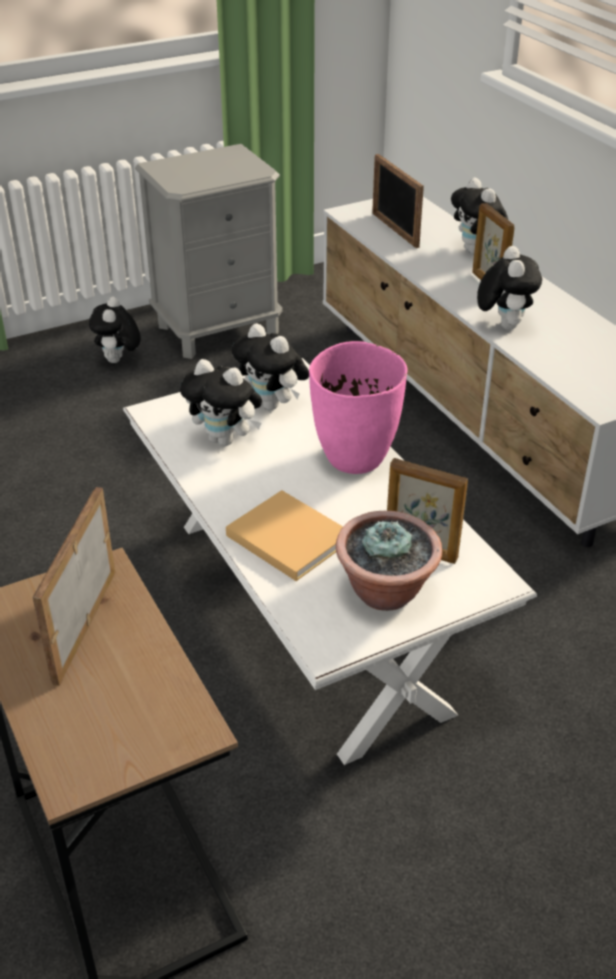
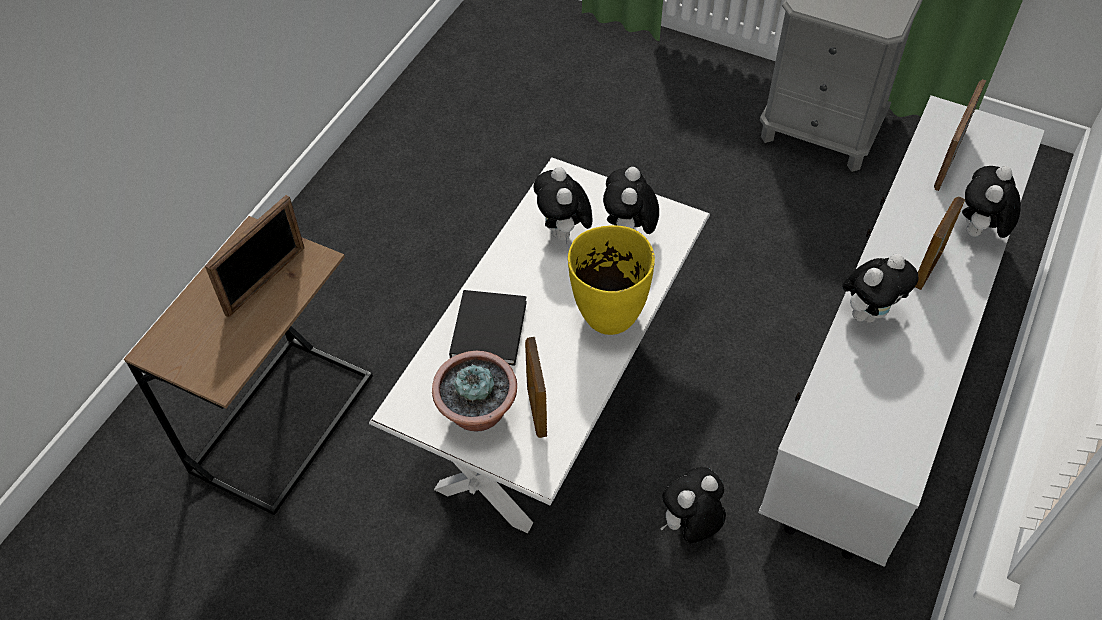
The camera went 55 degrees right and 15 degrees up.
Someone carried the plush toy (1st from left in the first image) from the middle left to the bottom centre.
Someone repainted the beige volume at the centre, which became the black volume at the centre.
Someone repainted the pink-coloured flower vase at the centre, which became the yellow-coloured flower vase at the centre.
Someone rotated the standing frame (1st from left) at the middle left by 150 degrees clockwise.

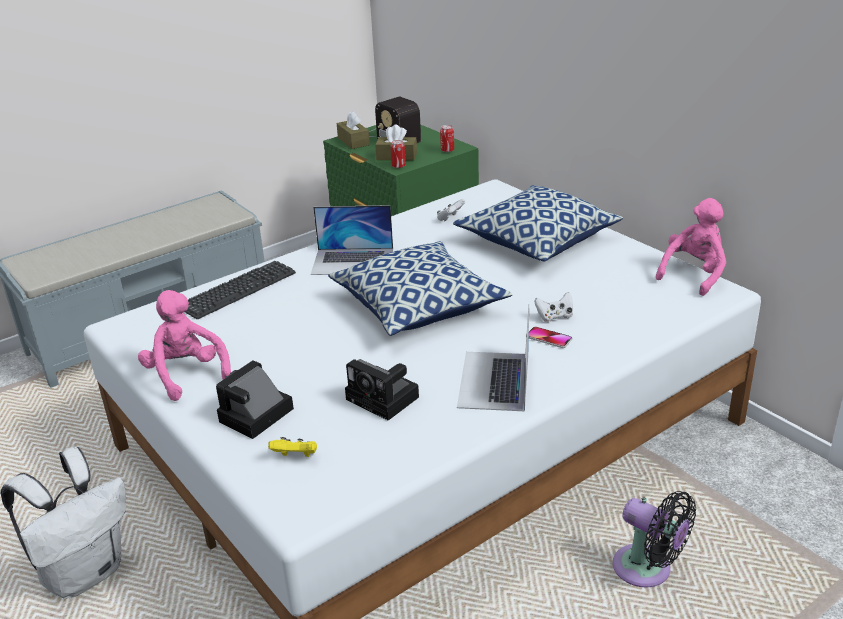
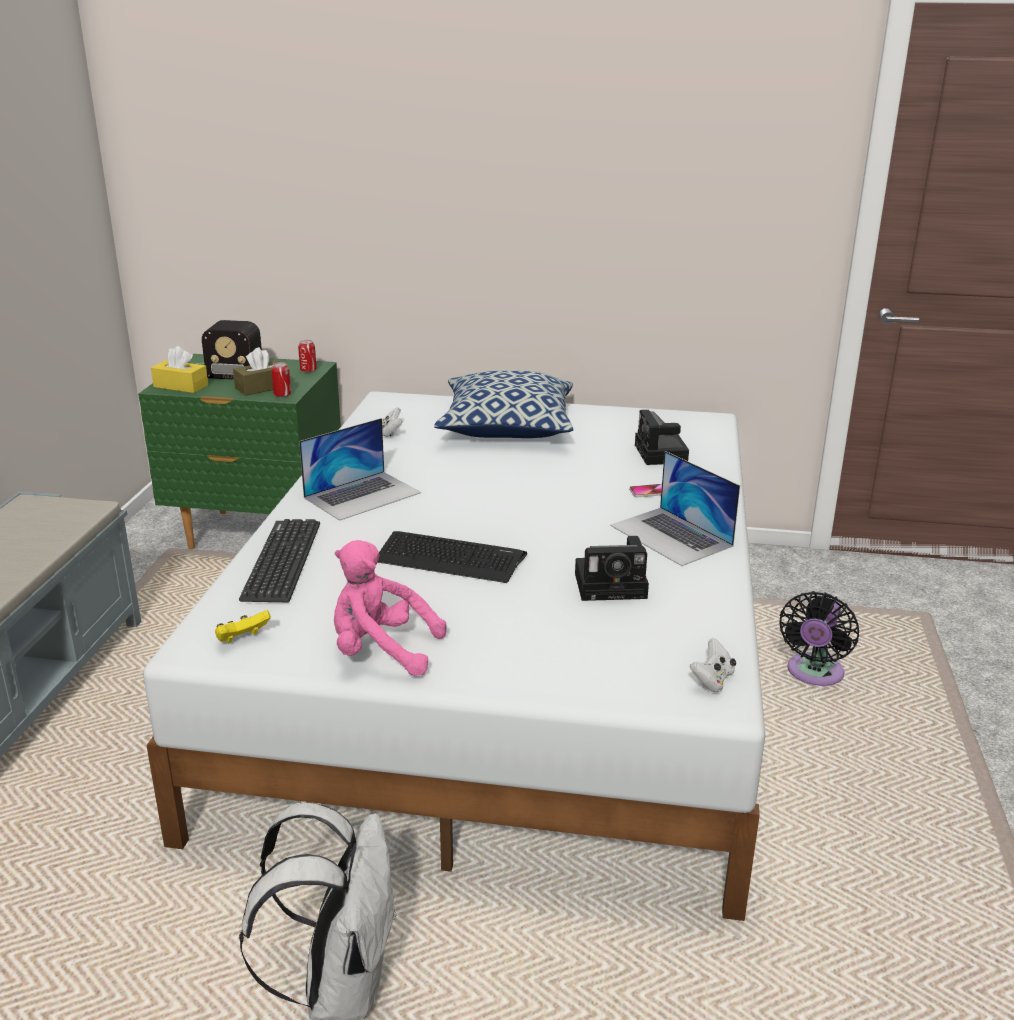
The camera went 45 degrees left and 5 degrees down.
Someone took away the pillow (1st from left) at the centre.
Someone took away the pink-coloured plush toy (2nd from left) at the middle right.
Someone put down the PC keyboard (2nd from left) at the centre.
Someone carried the still camera (1st from left in the first image) from the middle left to the centre.
Someone carried the yellow-coloured game controller from the bottom centre to the middle left.
Someone carried the whitish game controller (2nd from left) from the centre to the middle right.
Someone repainted the brown tissue holder (1st from left) at the top centre, which became the yellow-coloured tissue holder at the middle left.
Someone rotated the black cooling fan at the bottom right by 120 degrees clockwise.

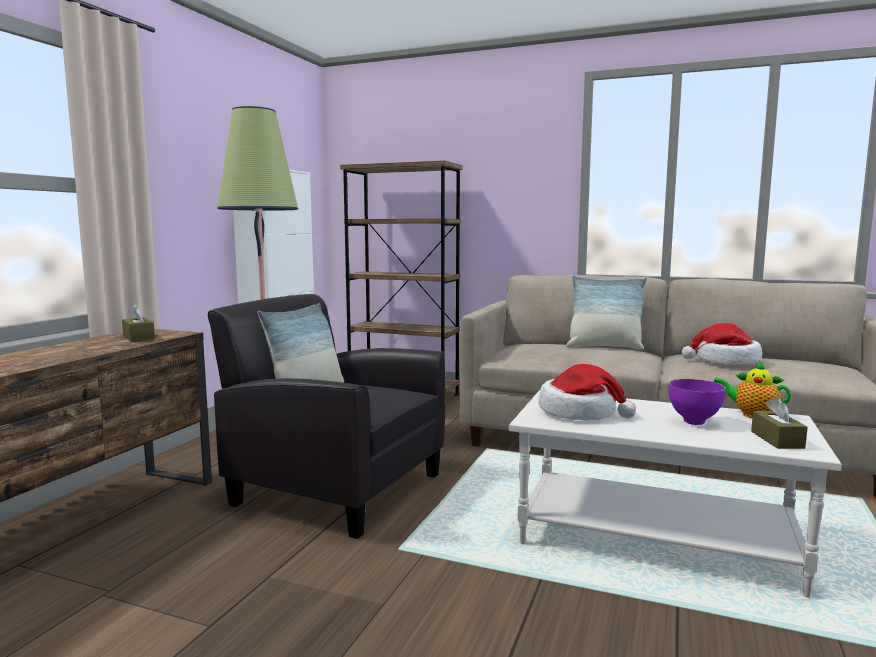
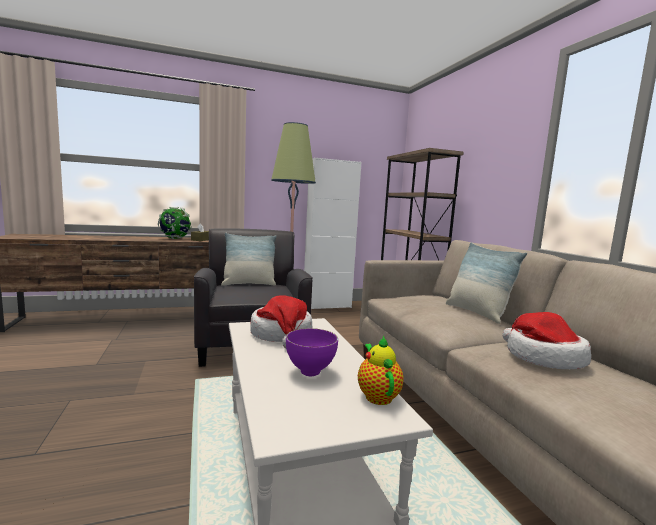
The camera went 50 degrees right and 0 degrees up.
Someone took away the brown tissue holder (2nd from left) at the middle right.
Someone put down the globe at the middle left.

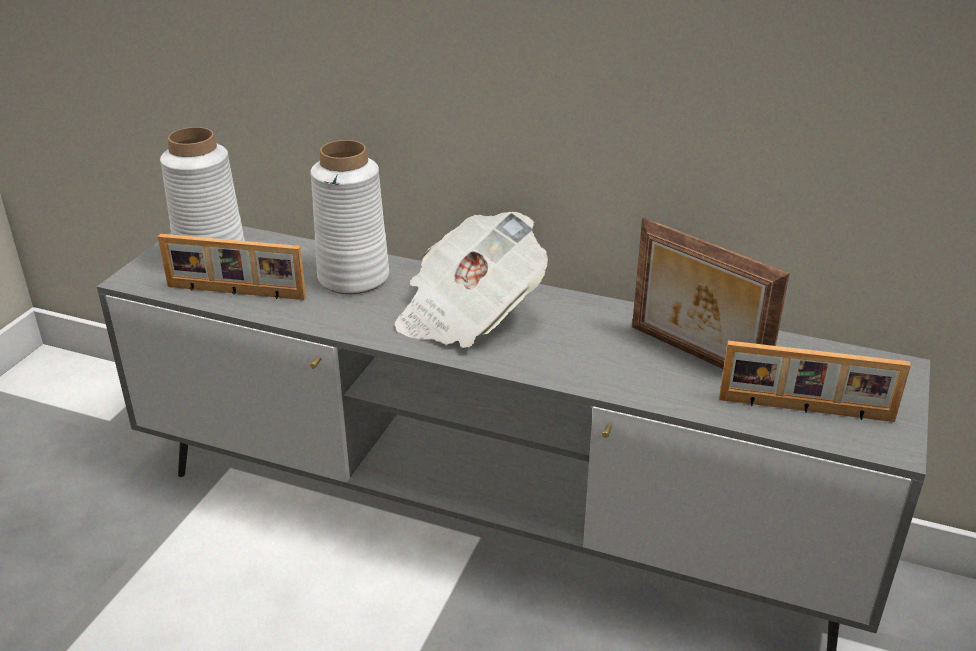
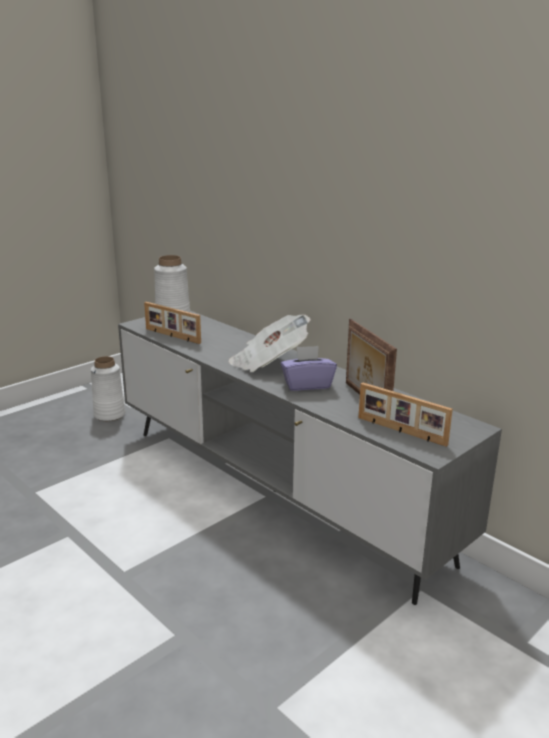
The camera went 25 degrees right and 10 degrees down.
Someone put down the purple-coloured tissue holder at the centre.
Someone carried the whitish flower vase (2nd from left in the first image) from the centre to the middle left.

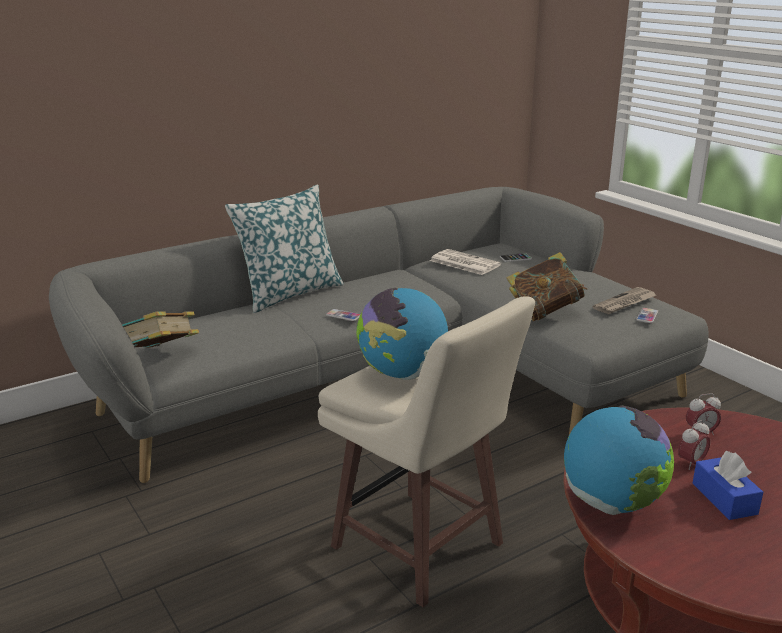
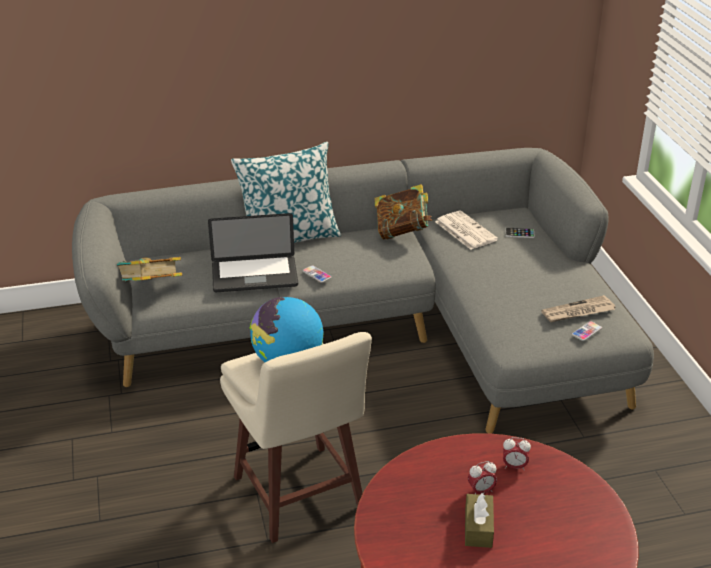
The camera went 20 degrees right and 10 degrees up.
Someone took away the globe (2nd from left) at the bottom right.
Someone put down the portable computer at the centre.
Someone carried the volume (2nd from left) from the middle right to the centre.
Someone repainted the blue tissue holder at the bottom right, which became the brown tissue holder at the bottom right.

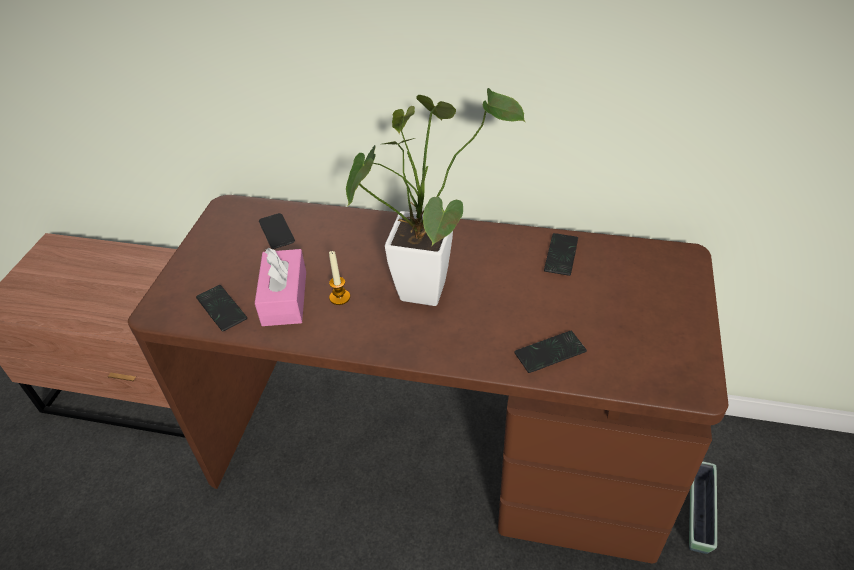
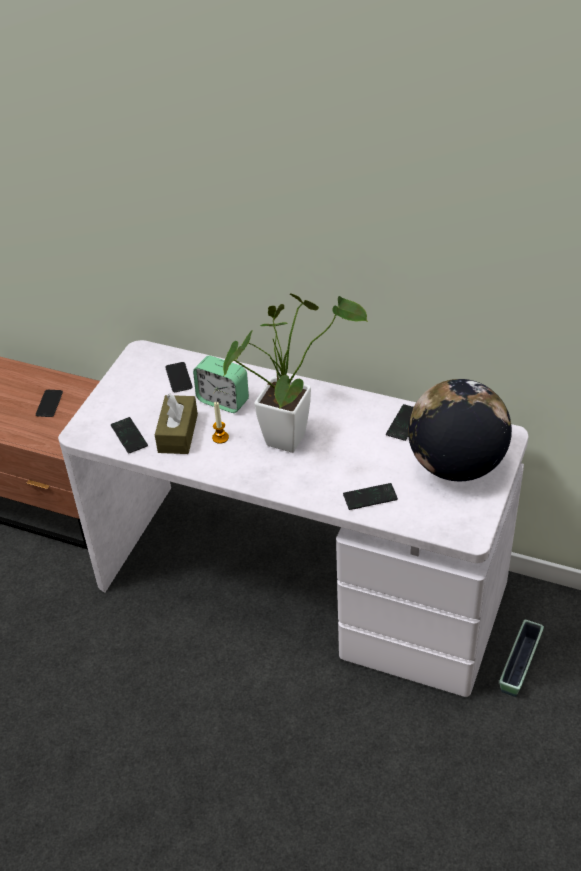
The camera went 10 degrees right and 0 degrees up.
Someone put down the handset (1st from left) at the middle left.
Someone put down the alarm clock at the centre.
Someone put down the globe at the middle right.
Someone repainted the brown desk table at the centre, which became the whitish desk table at the centre.
Someone repainted the pink-coloured tissue holder at the middle left, which became the brown tissue holder at the middle left.

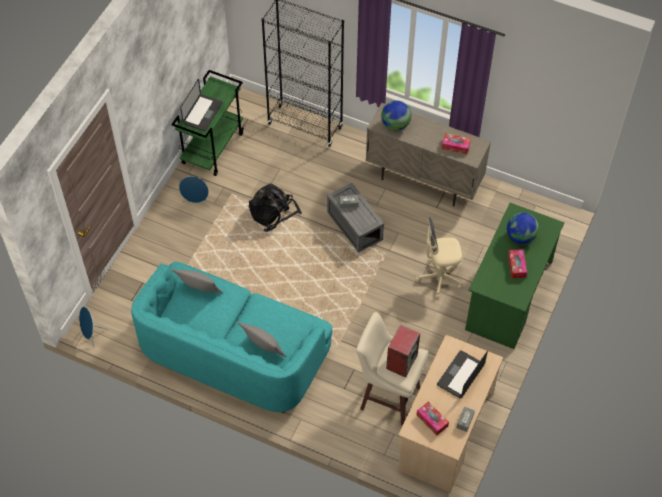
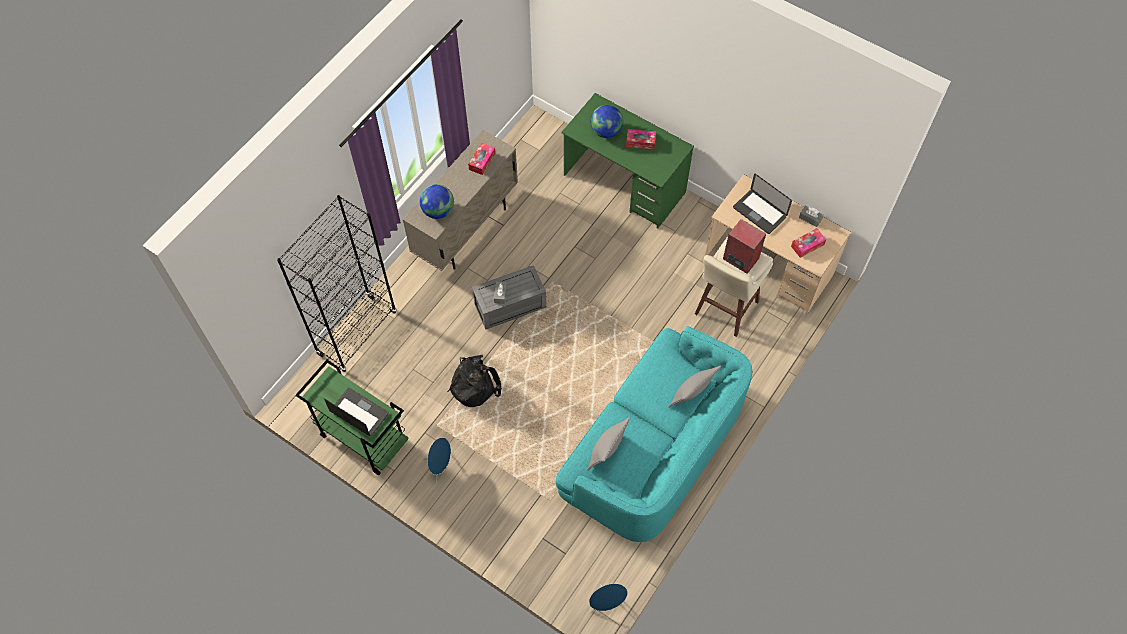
The camera went 80 degrees left and 5 degrees up.
Someone took away the beige office chair at the centre.

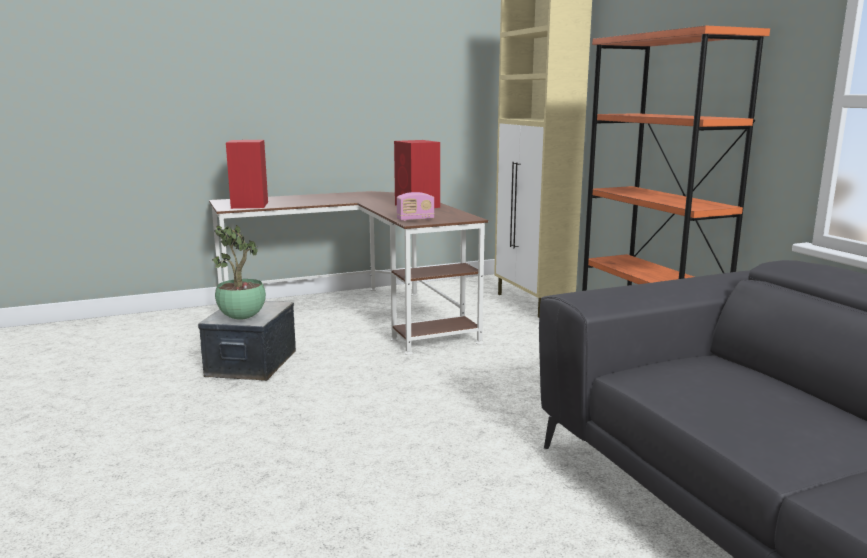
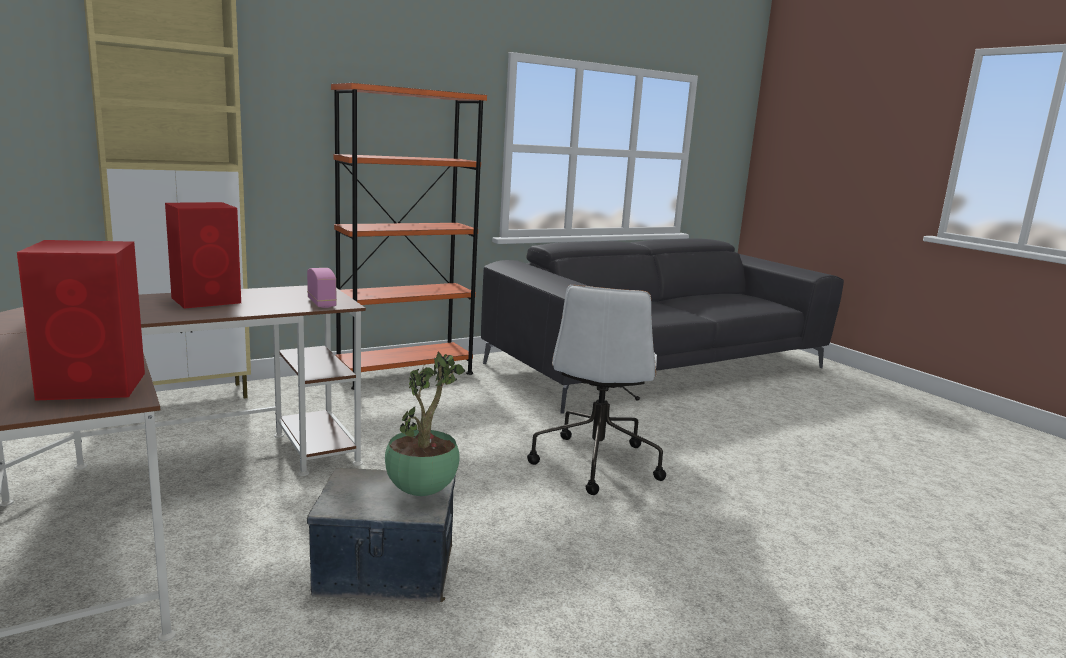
The camera went 100 degrees left and 0 degrees up.
Someone put down the whitish office chair at the centre.

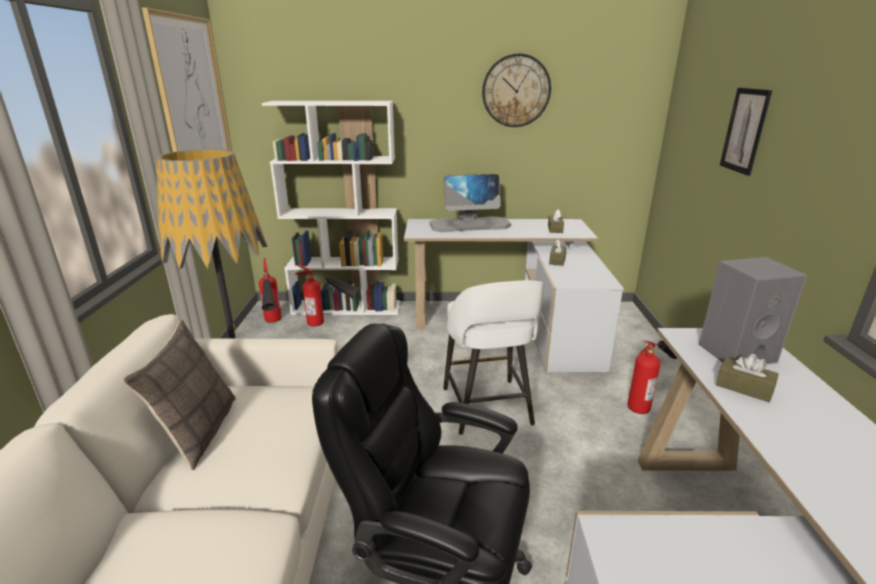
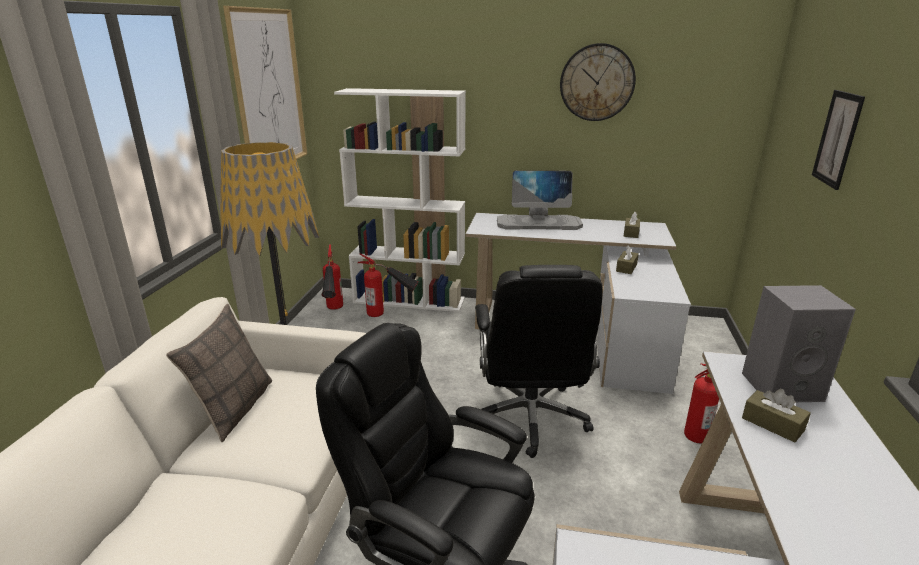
The camera went 10 degrees right and 0 degrees up.
Someone swapped the whitish stool at the centre for the black office chair (2nd from left) at the centre.

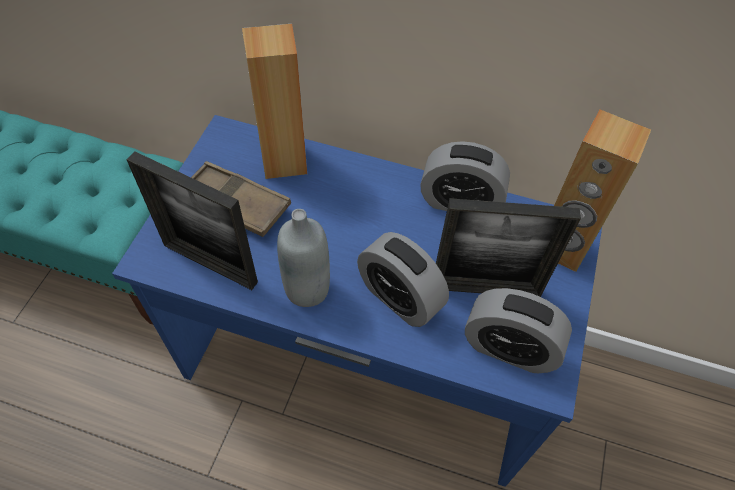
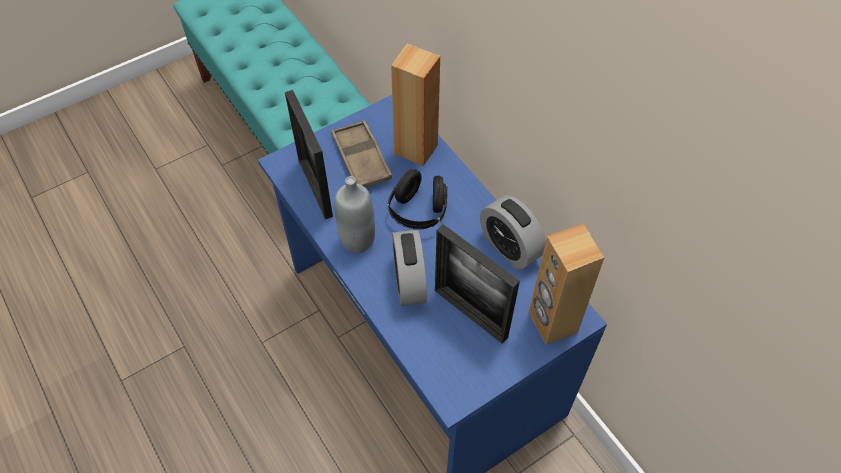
The camera went 40 degrees right and 0 degrees up.
Someone took away the alarm clock (3rd from left) at the bottom right.
Someone put down the black pair of headphones at the centre.

